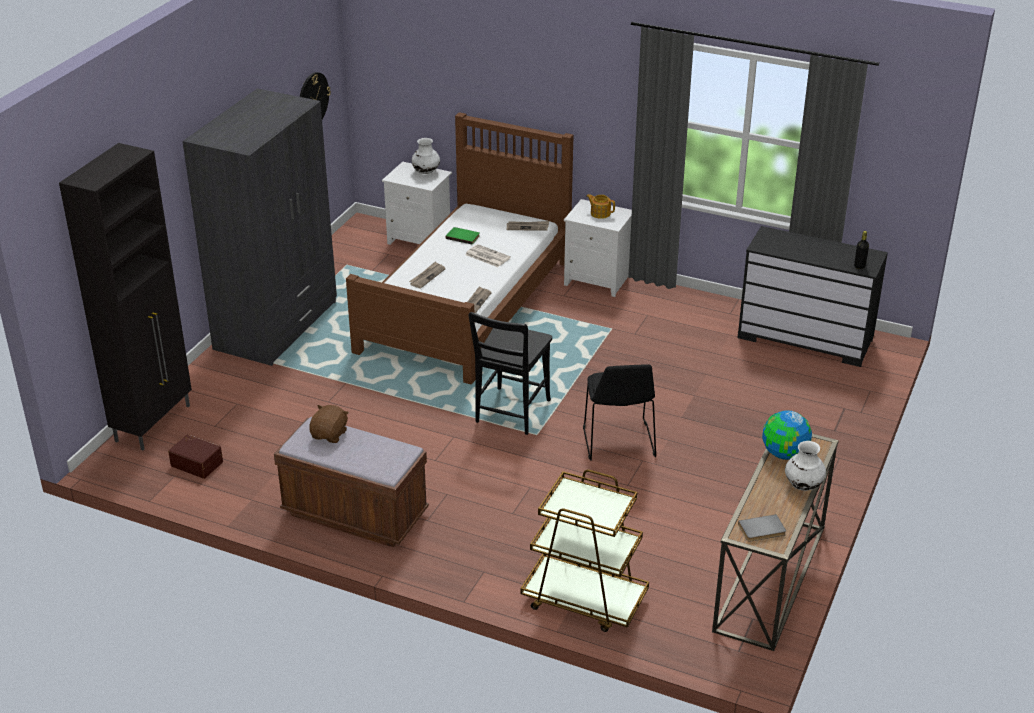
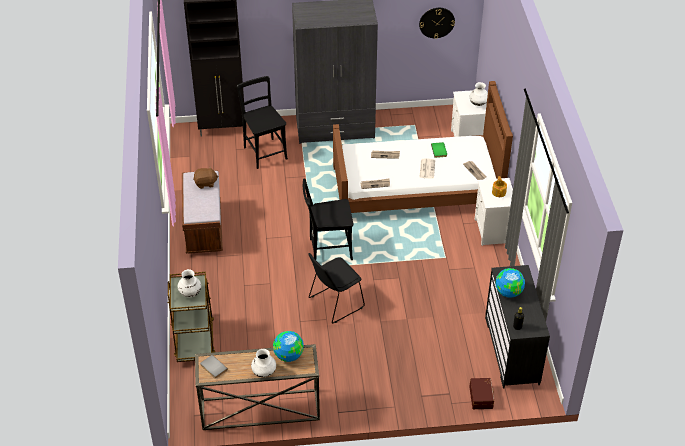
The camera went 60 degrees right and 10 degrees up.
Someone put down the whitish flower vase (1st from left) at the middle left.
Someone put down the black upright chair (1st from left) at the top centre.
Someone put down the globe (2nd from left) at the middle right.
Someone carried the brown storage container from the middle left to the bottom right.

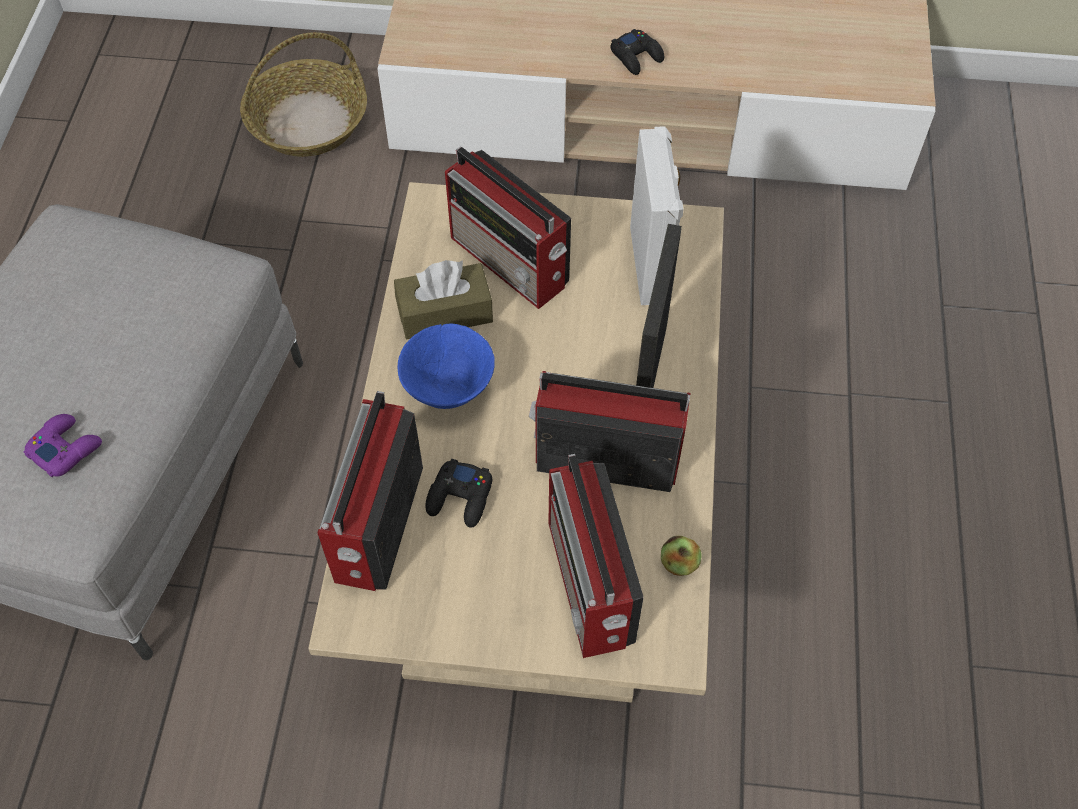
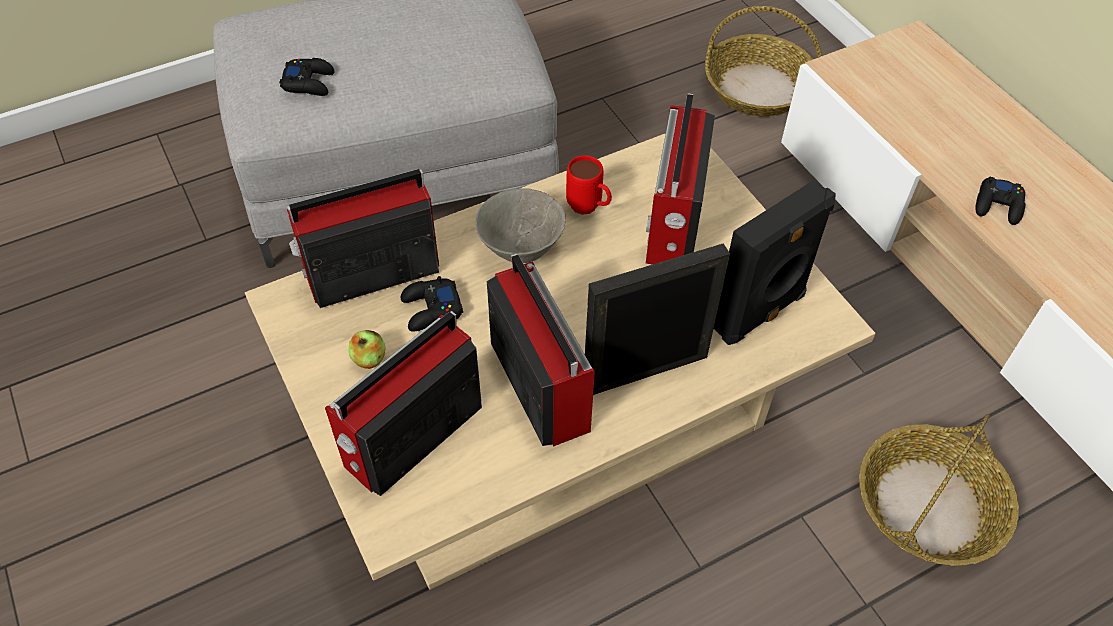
The camera went 55 degrees right and 5 degrees down.
Someone put down the household basket (2nd from left) at the bottom right.
Someone carried the whole apple from the bottom centre to the middle left.
Someone swapped the brown tissue holder at the centre for the red tea mug at the top centre.
Someone repainted the purple-coloured game controller at the middle left, which became the black game controller (1st from left) at the top left.
Someone repainted the blue serving bowl at the centre, which became the gray serving bowl at the centre.
Someone repainted the whitish loudspeaker at the top centre, which became the black loudspeaker at the middle right.

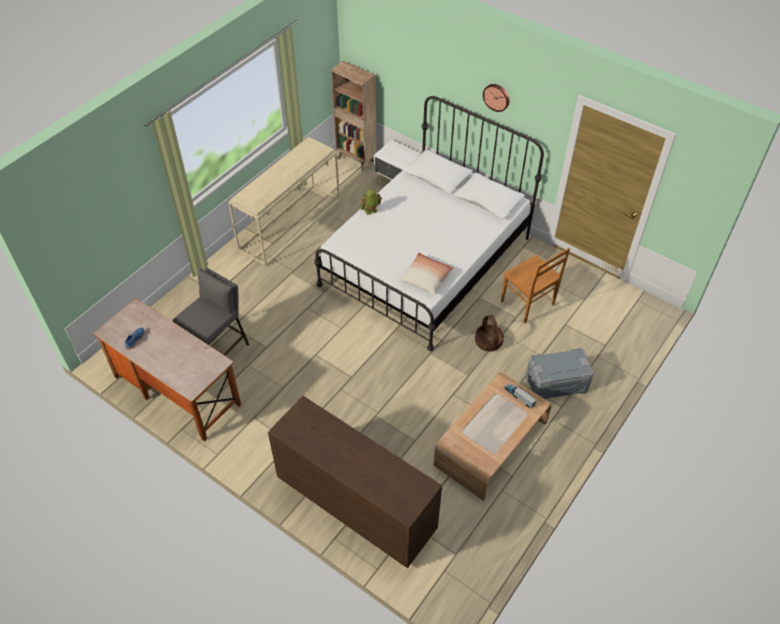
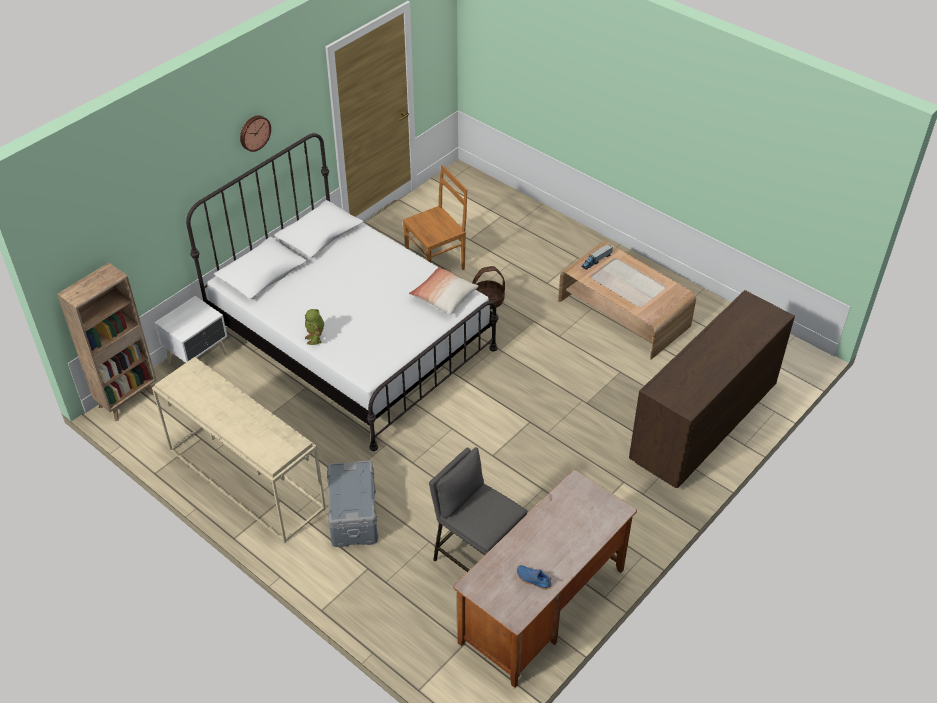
The camera went 85 degrees left and 5 degrees down.
Someone carried the gray storage container from the middle right to the bottom centre.

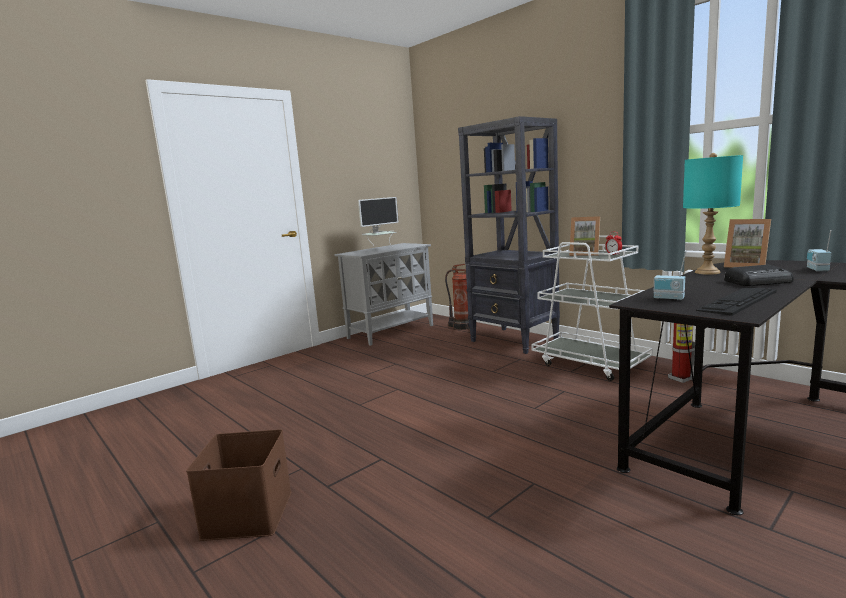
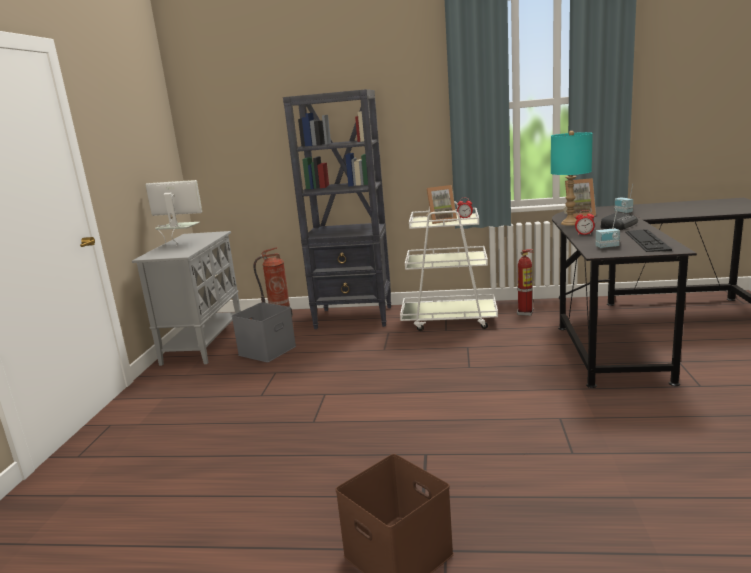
The camera went 40 degrees left and 5 degrees up.
Someone put down the gray storage container at the centre.
Someone put down the alarm clock (2nd from left) at the middle right.
Someone rotated the monitor at the centre by 90 degrees counterclockwise.

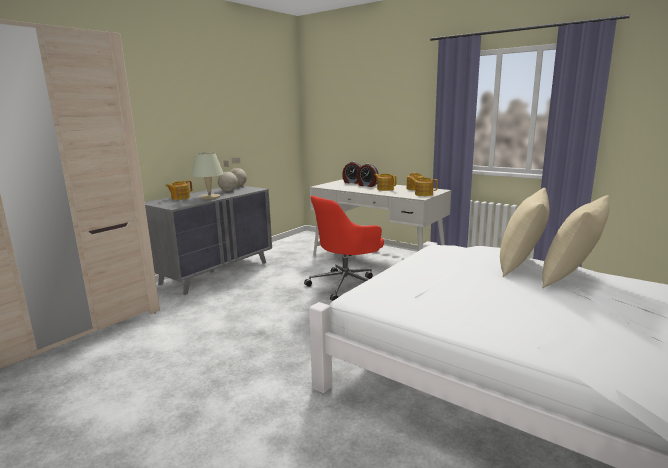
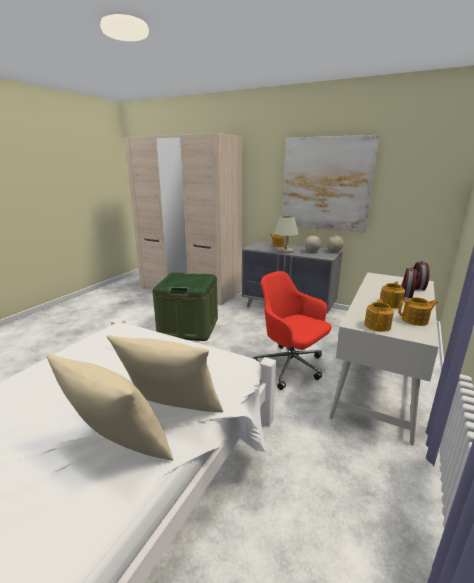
The camera went 80 degrees right and 5 degrees up.
Someone put down the green-coloured storage container at the centre.
Someone put up the wall picture at the top right.

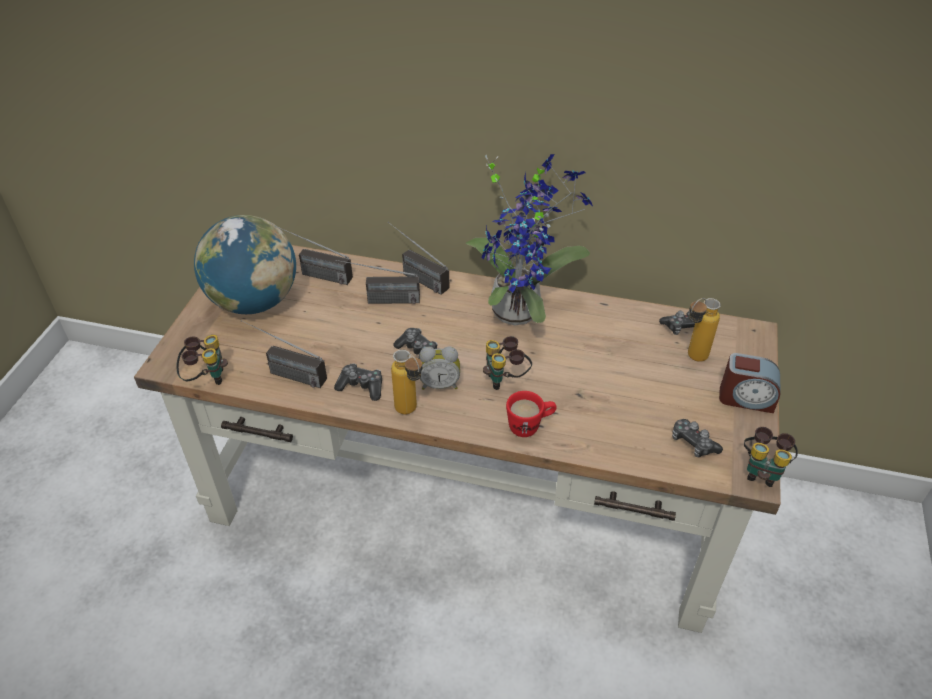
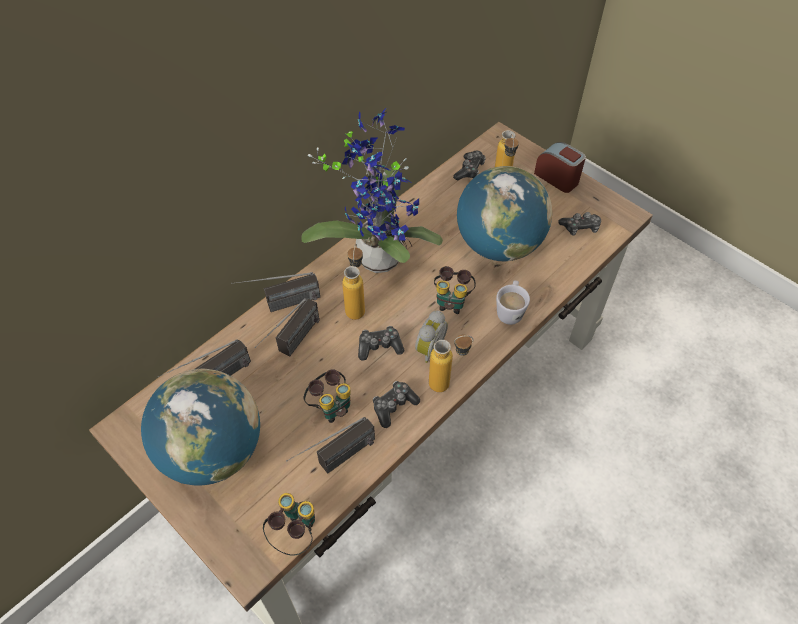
The camera went 60 degrees left and 10 degrees up.
Someone put down the beverage bottle (1st from left) at the centre.
Someone put down the globe (2nd from left) at the centre.
Someone carried the binoculars (3rd from left in the first image) from the middle right to the centre.
Someone repainted the red tea mug at the centre, which became the whitish tea mug at the centre.
Someone rotated the alarm clock (2nd from left) at the middle right by 90 degrees counterclockwise.

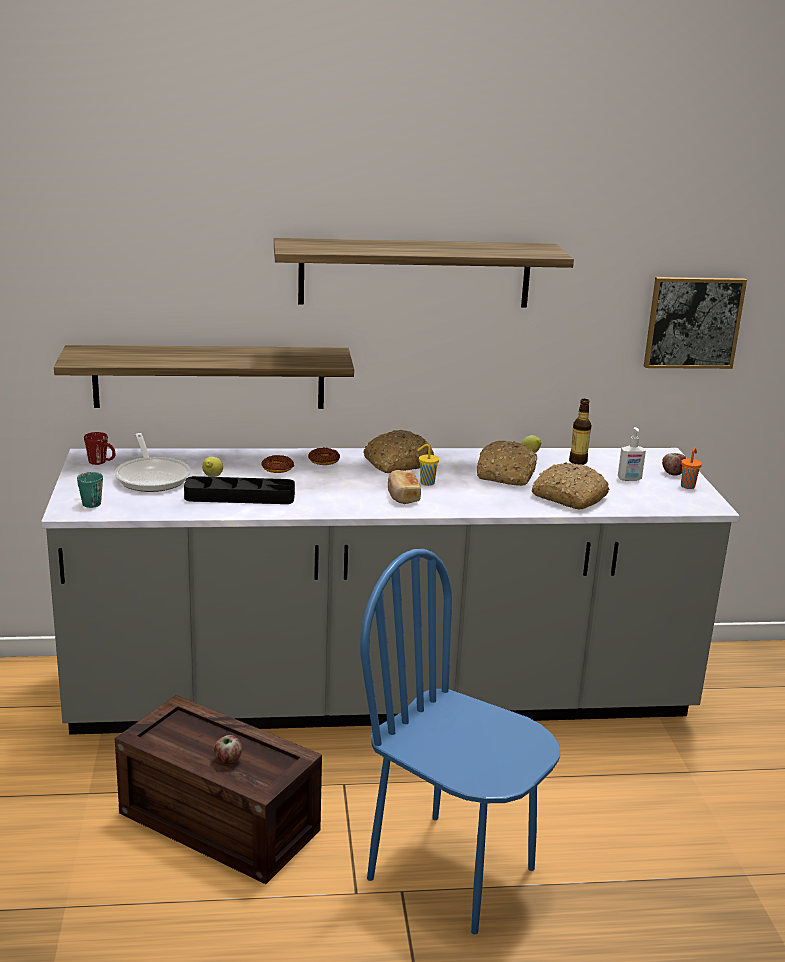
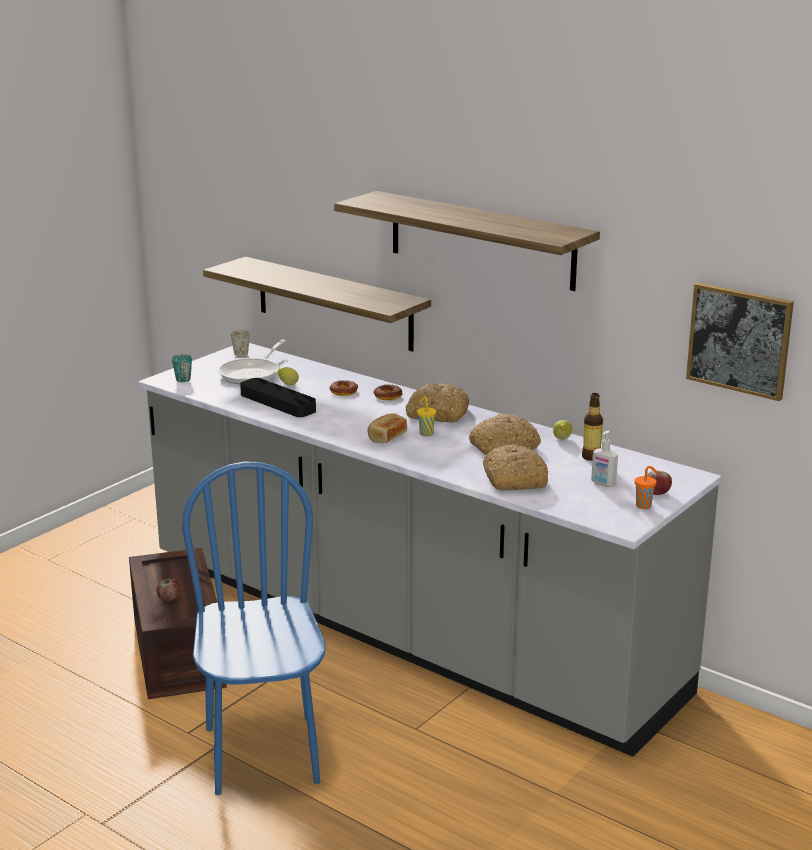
The camera went 45 degrees right and 0 degrees up.
Someone repainted the red tea mug at the middle left, which became the whitish tea mug at the middle left.

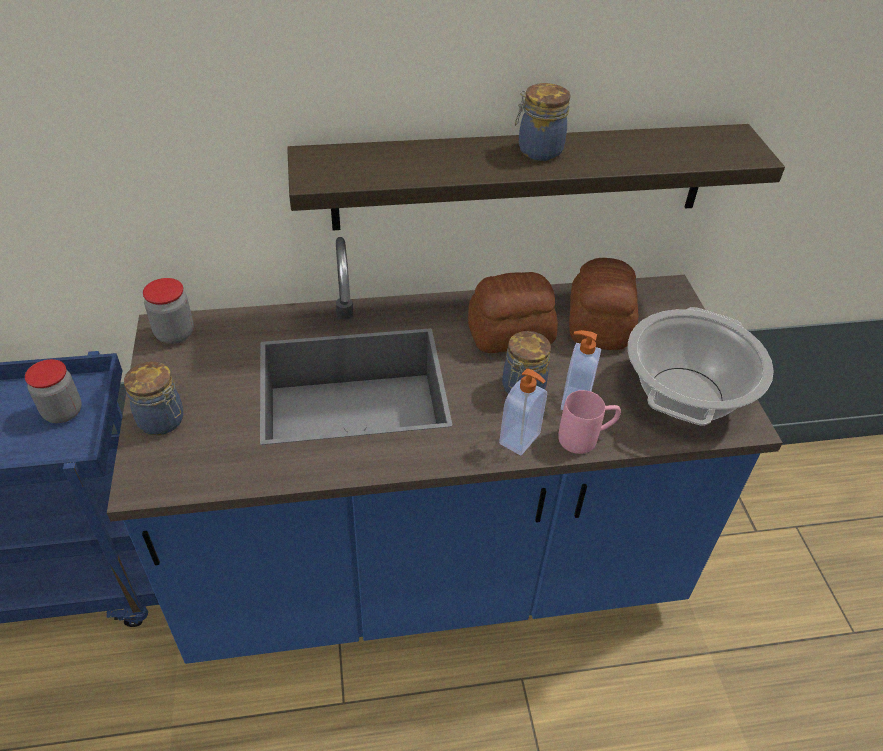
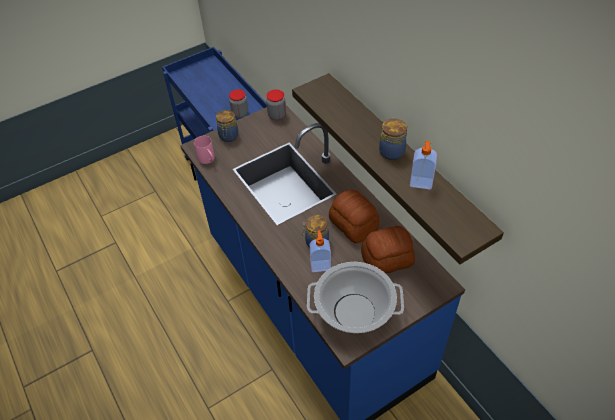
The camera went 70 degrees right and 5 degrees up.
Someone carried the liquid soap bottle (1st from left in the first image) from the centre to the middle right.
Someone carried the pink-coloured tea mug from the middle right to the middle left.

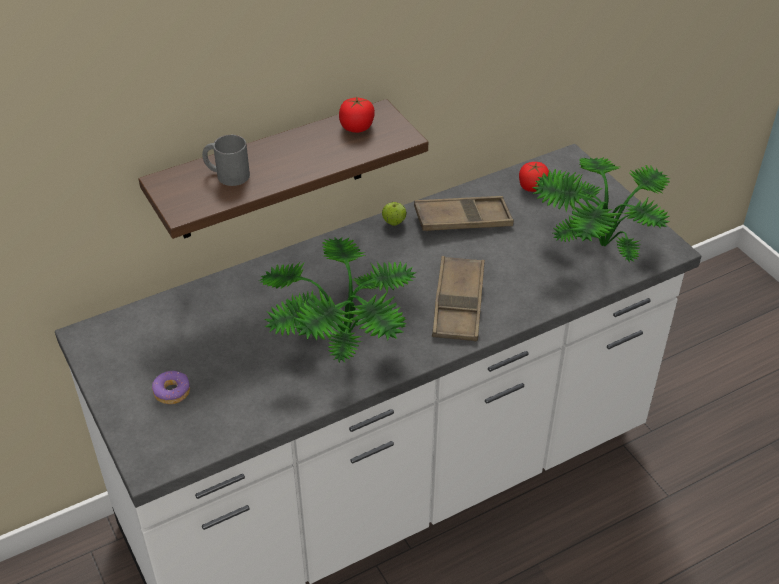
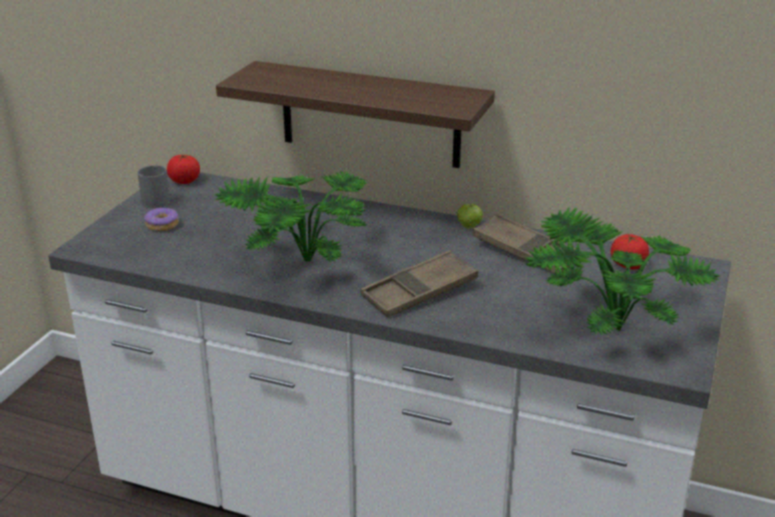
The camera went 50 degrees right and 15 degrees down.
Someone carried the gray tea mug from the top left to the middle left.
Someone carried the whole tomato (1st from left) from the top centre to the top left.

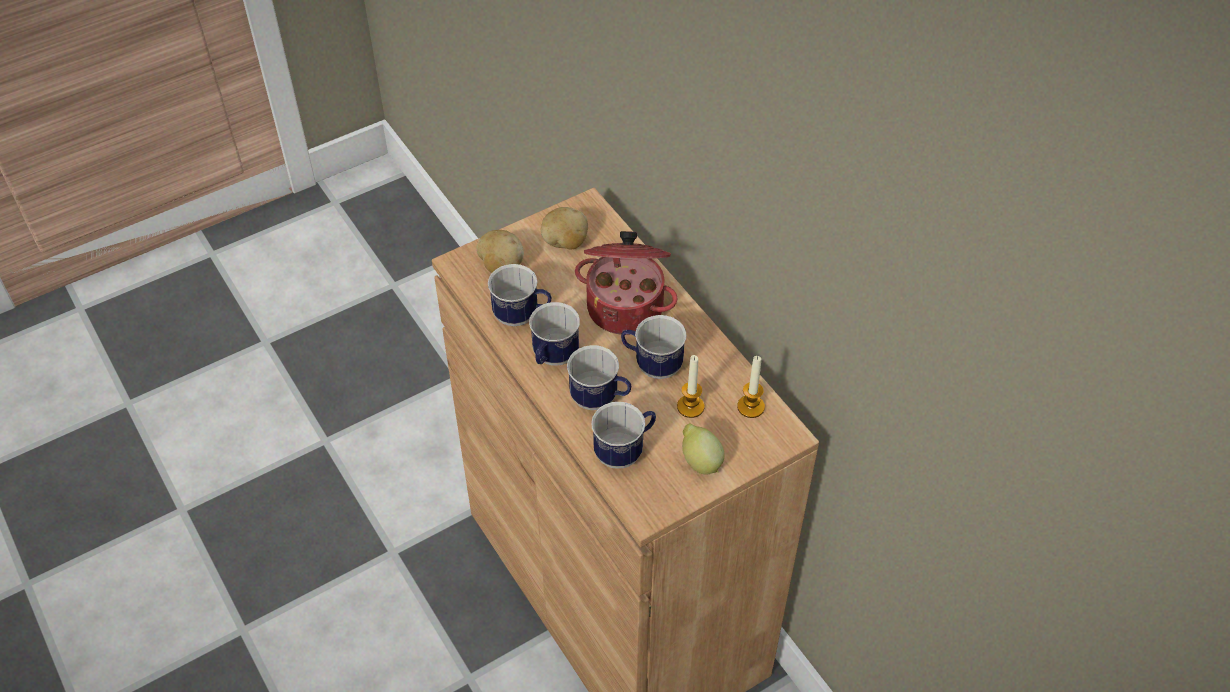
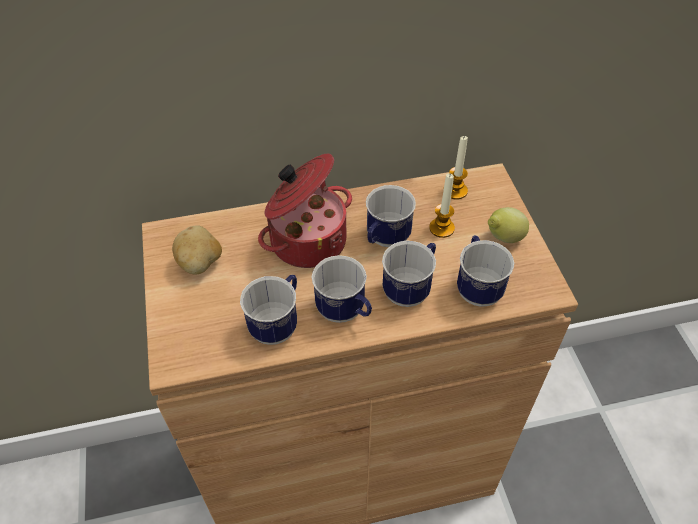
The camera went 70 degrees left and 0 degrees up.
Someone took away the whole potato (1st from left) at the centre.

